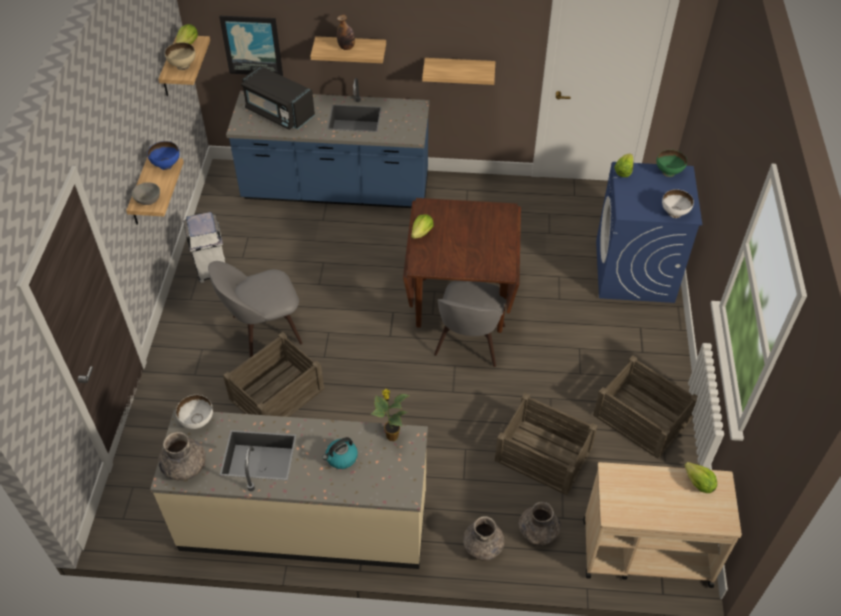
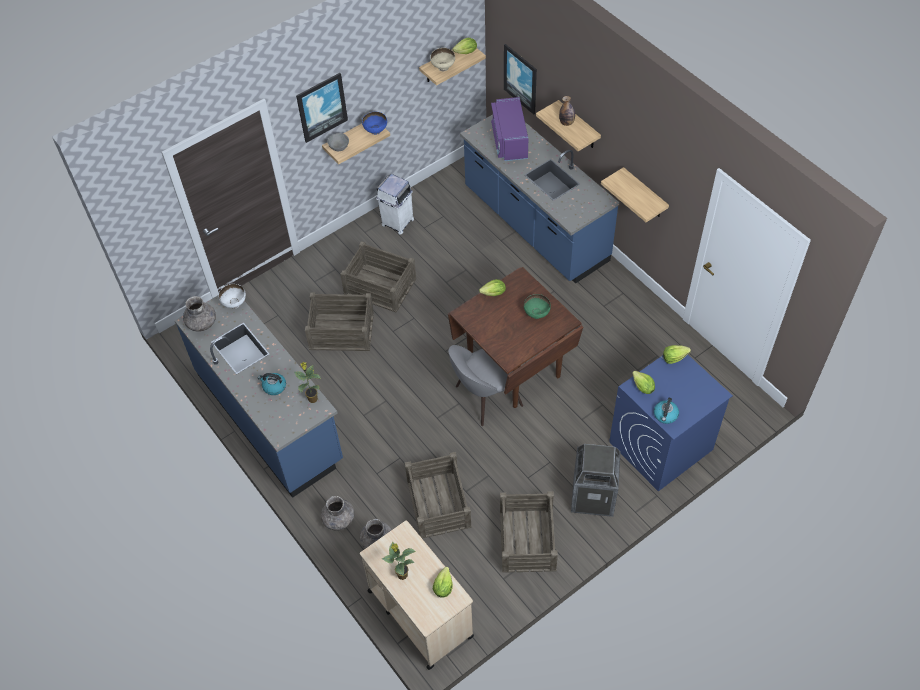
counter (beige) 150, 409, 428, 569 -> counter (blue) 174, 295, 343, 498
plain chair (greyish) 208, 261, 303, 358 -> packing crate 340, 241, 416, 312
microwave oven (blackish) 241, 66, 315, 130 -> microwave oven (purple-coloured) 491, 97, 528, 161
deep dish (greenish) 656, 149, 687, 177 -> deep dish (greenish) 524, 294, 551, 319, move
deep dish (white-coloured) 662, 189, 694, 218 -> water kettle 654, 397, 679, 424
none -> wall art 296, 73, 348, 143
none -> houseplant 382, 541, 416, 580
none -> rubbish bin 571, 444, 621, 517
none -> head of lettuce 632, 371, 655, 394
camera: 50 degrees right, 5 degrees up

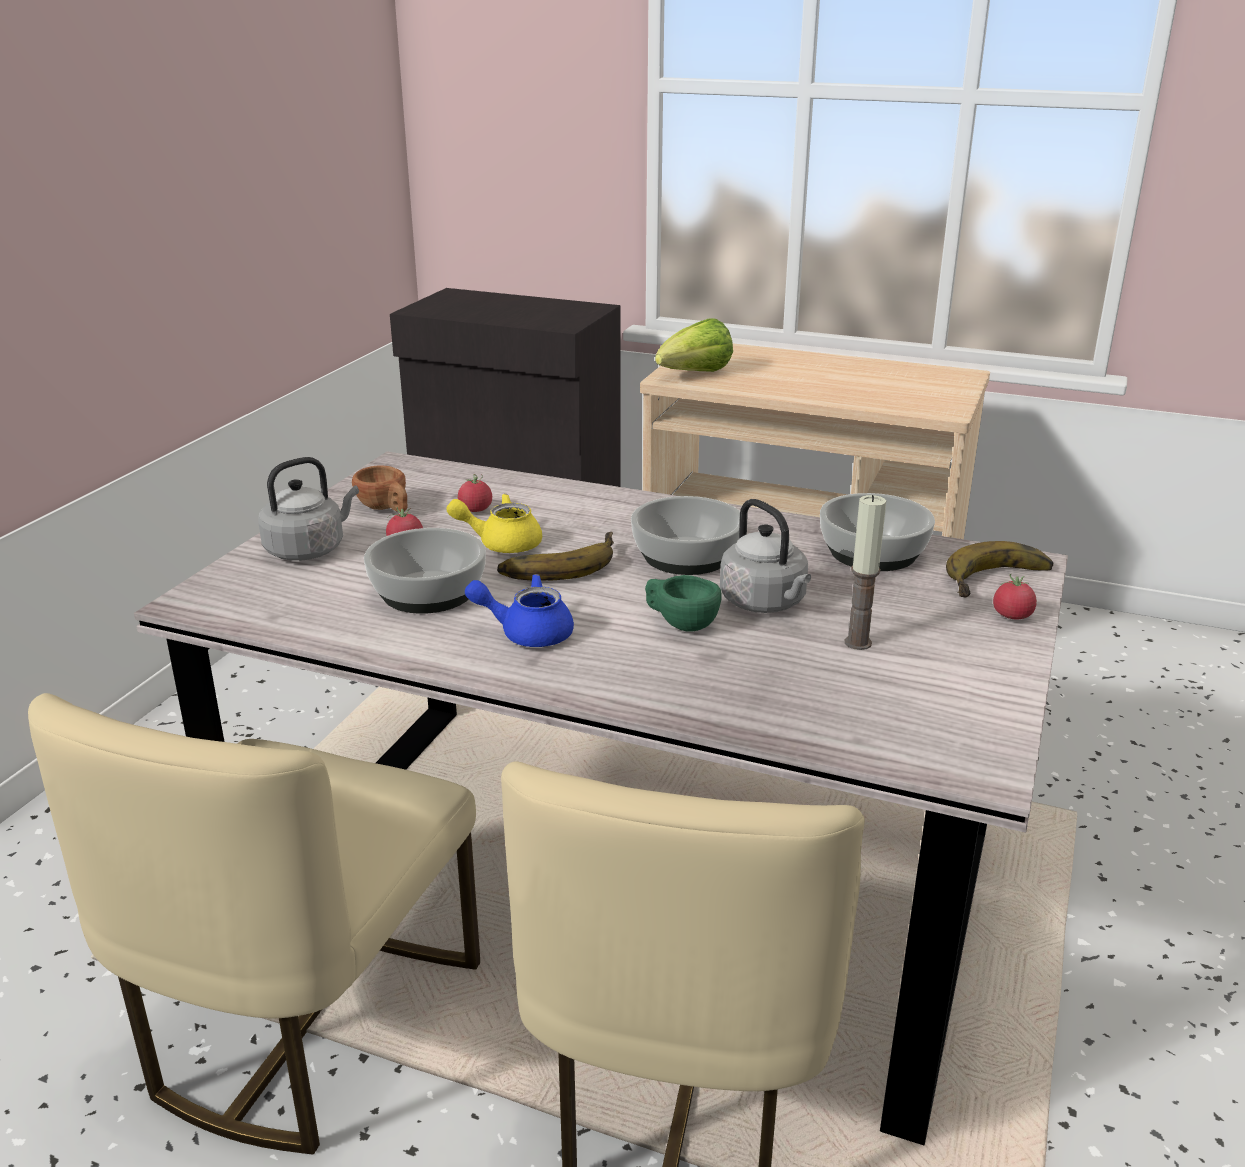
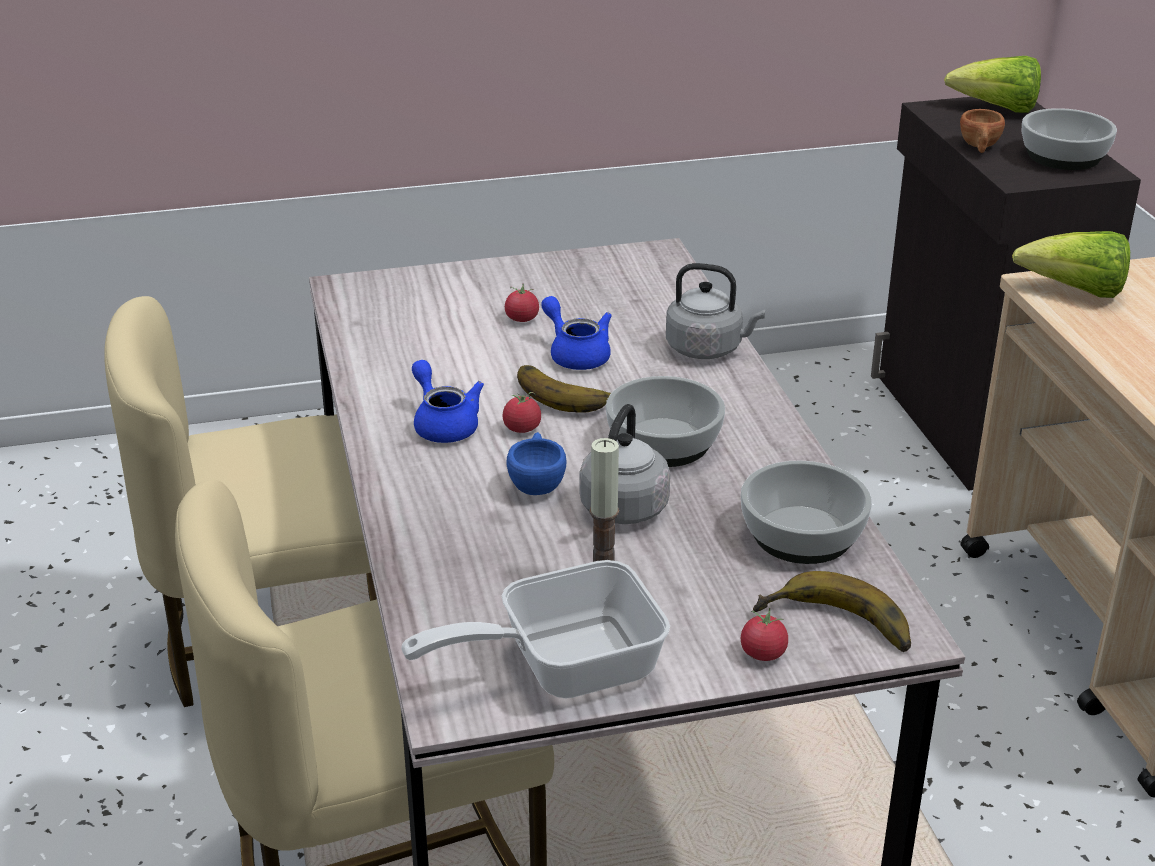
water kettle (greyish) 258, 457, 359, 561 -> water kettle (greyish) 666, 263, 765, 359, move
drinking cup (brown-coloured) 352, 466, 408, 512 -> drinking cup (brown-coloured) 960, 109, 1005, 153, move
deep dish 364, 528, 486, 614 -> deep dish 1021, 108, 1117, 170, move
tea pot (yellowish) 447, 494, 542, 553 -> tea pot (blue) 541, 296, 612, 370
fresh tomato 458, 474, 492, 512 -> fresh tomato 503, 392, 541, 433, move
drinking cup (greenish) 645, 575, 722, 632 -> drinking cup (blue) 506, 432, 567, 495
none -> pan 401, 560, 670, 699
none -> head of lettuce 944, 56, 1041, 113
camera: 55 degrees right, 5 degrees up

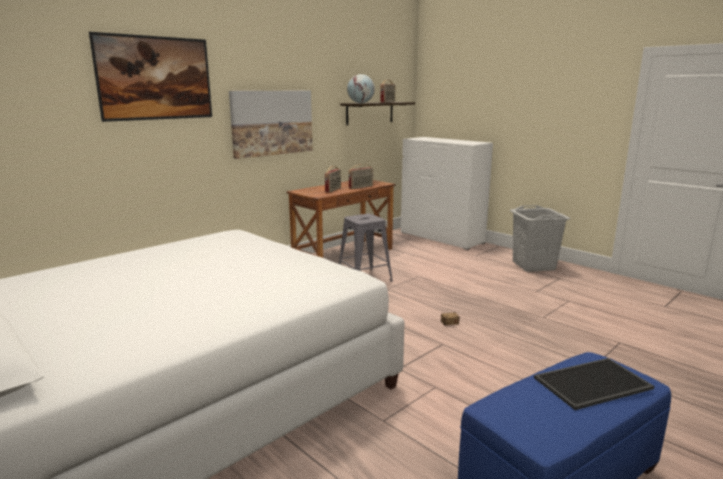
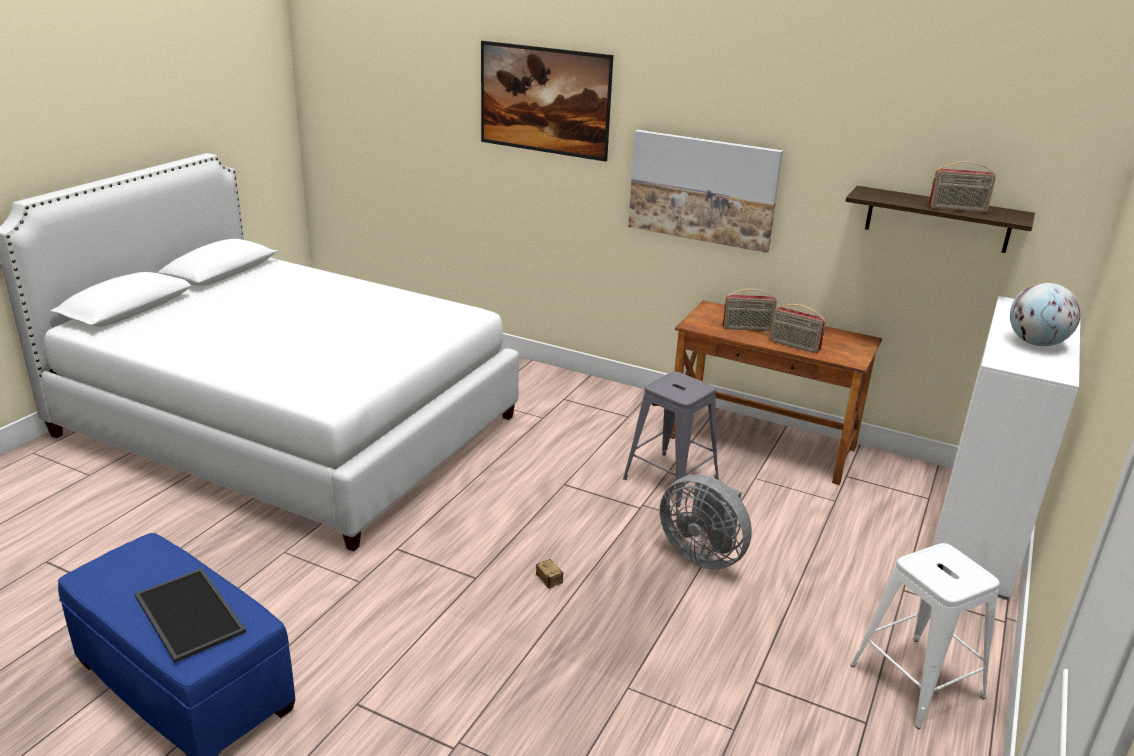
globe 347, 74, 375, 103 -> globe 1010, 283, 1081, 346, move
hamper (greyish) 510, 205, 570, 272 -> stool seat (white-coloured) 851, 543, 1000, 729
none -> cooling fan (greyish) 660, 474, 752, 570
camera: 70 degrees right, 10 degrees up

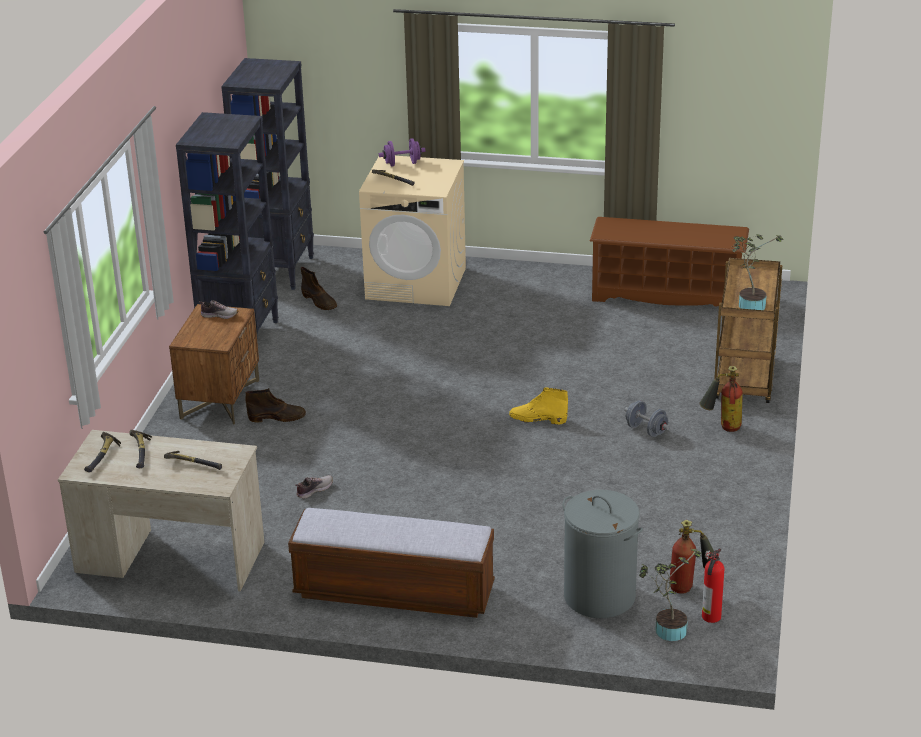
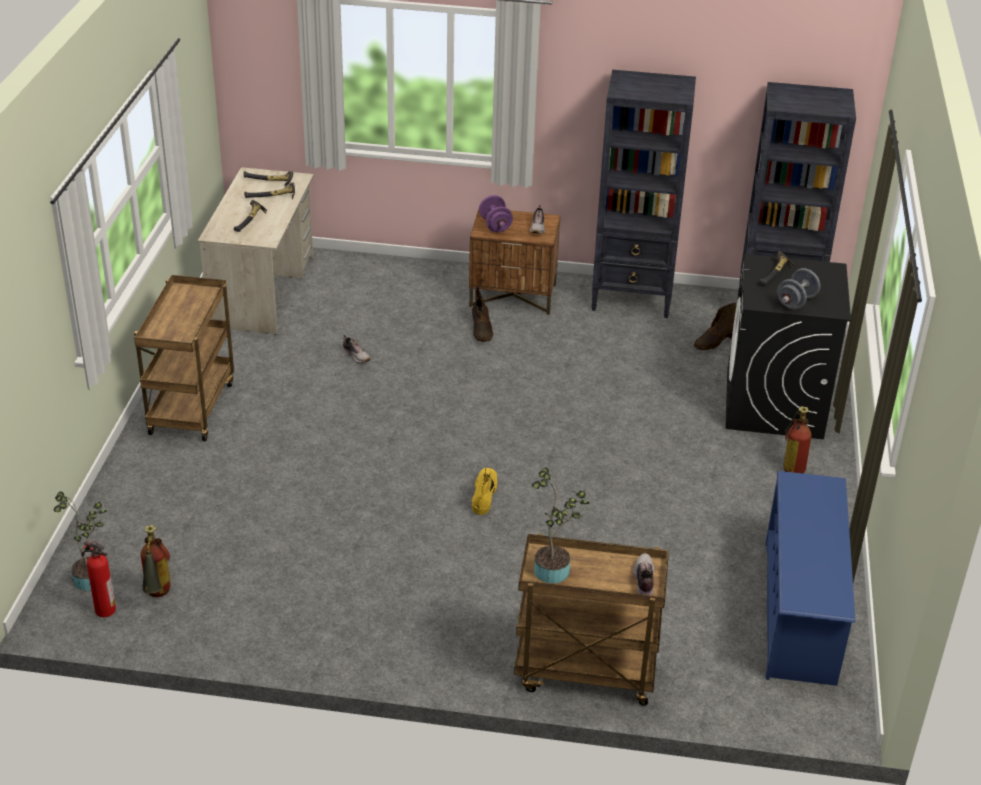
bench 288, 508, 495, 618 -> trolley (brown-coloured) 134, 275, 234, 441
laundry appliance (beige) 359, 156, 466, 306 -> laundry appliance (blackish) 725, 254, 851, 440
free weight (purple-coloured) 379, 138, 425, 167 -> free weight (purple-coloured) 479, 195, 513, 232, move
hamper (greyish) 563, 490, 643, 618 -> none
shoe shelf (brown-coloured) 590, 217, 749, 307 -> shoe shelf (blue) 766, 471, 855, 686
free weight (greyish) 625, 400, 670, 437 -> free weight (greyish) 777, 268, 820, 310, move
fire extinguisher 699, 366, 743, 432 -> fire extinguisher 784, 406, 812, 474, move
none -> shoe 633, 553, 654, 596
camera: 85 degrees right, 5 degrees up

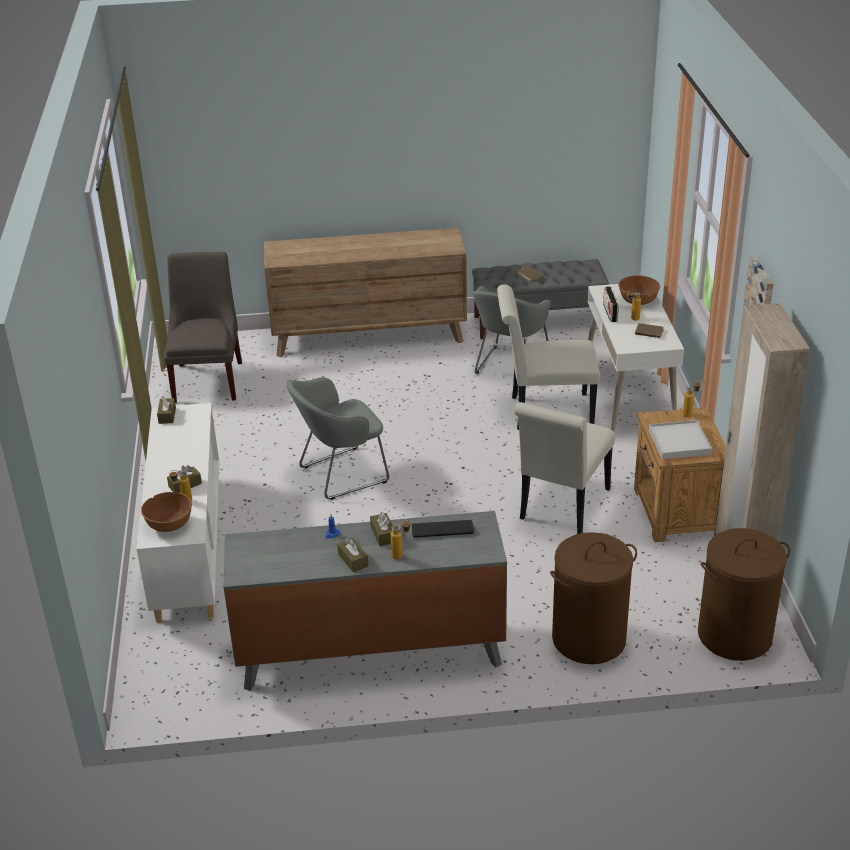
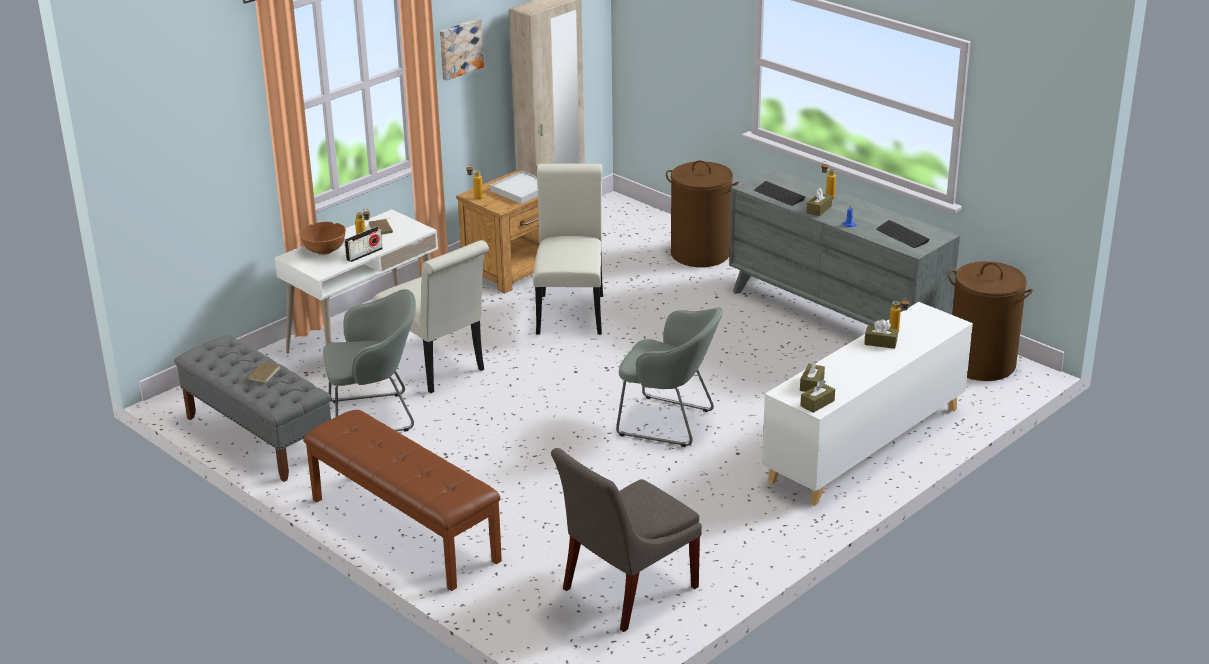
deep dish (brown-coloured) 141, 492, 192, 532 -> none
drawer chest (brown-coloured) 264, 228, 467, 357 -> bench (brown-coloured) 303, 410, 502, 591
tissue holder (brown-coloured) 337, 538, 369, 572 -> tissue holder (brown-coloured) 800, 360, 825, 392, move
plain chair (white-coloured) 514, 402, 615, 534 -> plain chair (white-coloured) 533, 164, 603, 335, 75 degrees counterclockwise
hamper (brown-coloured) 698, 528, 790, 661 -> hamper (brown-coloured) 948, 261, 1033, 381, move
none -> PC keyboard 876, 220, 930, 248
camera: 130 degrees left, 5 degrees down

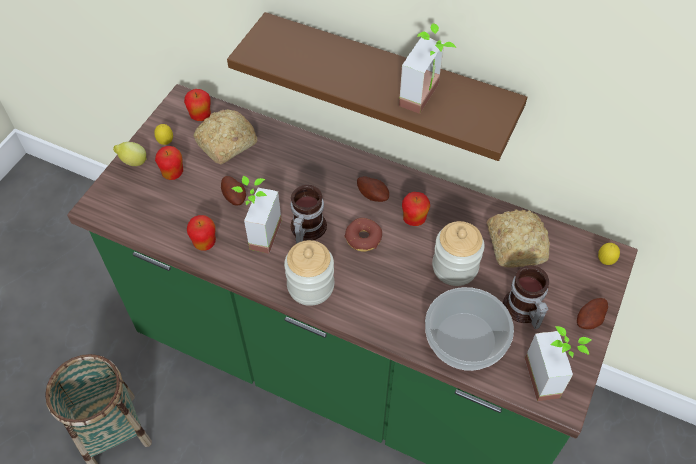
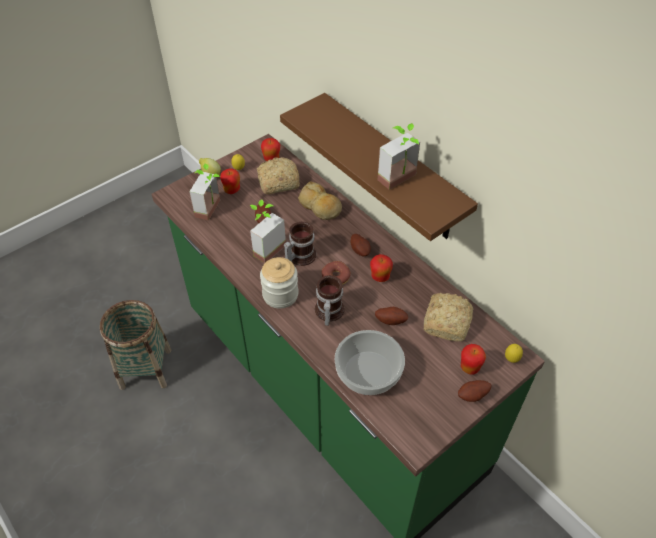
apple 187, 215, 216, 251 -> apple 461, 344, 486, 375, move
storage jar 432, 221, 485, 286 -> potato 375, 307, 408, 325
coffee mug 503, 265, 549, 329 -> coffee mug 315, 275, 345, 326, move
houseplant 525, 326, 591, 401 -> houseplant 189, 164, 220, 220, move
none -> bakery bread 298, 182, 342, 220
camera: 25 degrees right, 5 degrees down

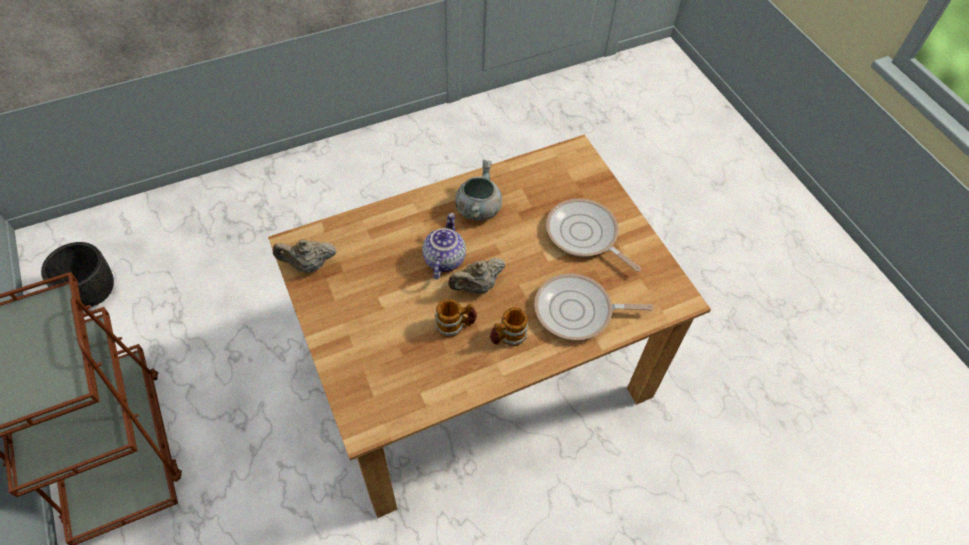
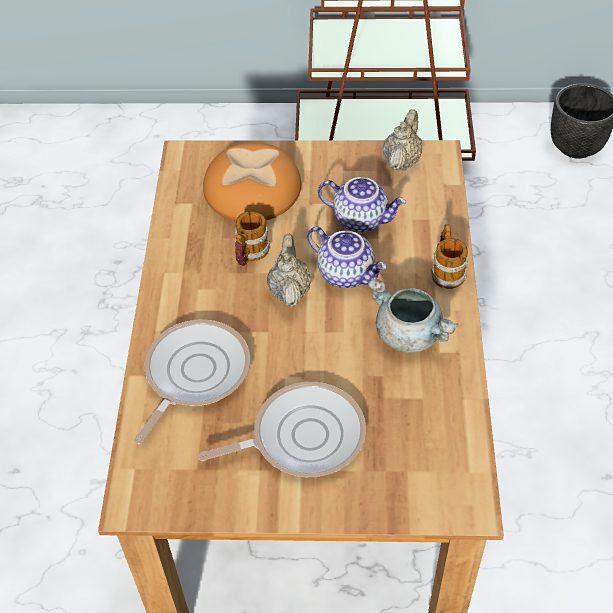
coffee mug 490, 307, 528, 346 -> coffee mug 431, 224, 468, 289, move
none -> bakery bread 203, 142, 301, 221
none -> tea pot 318, 177, 406, 232
camera: 120 degrees right, 5 degrees down

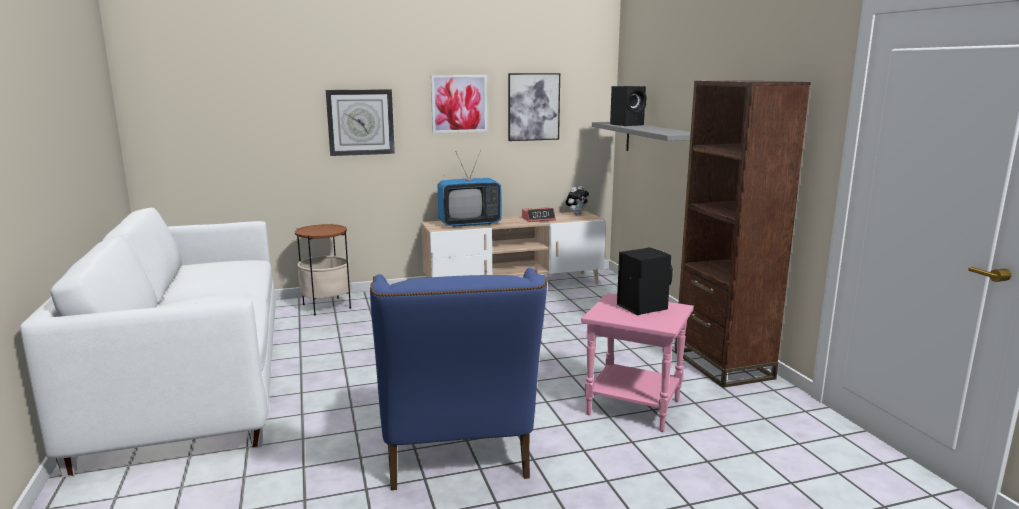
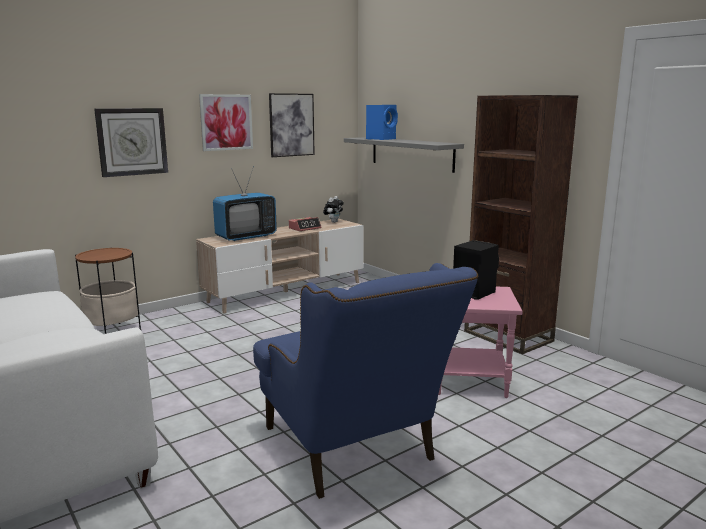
audio speaker (blackish) 610, 86, 647, 126 -> audio speaker (blue) 366, 105, 398, 140
camera: 20 degrees left, 0 degrees up

